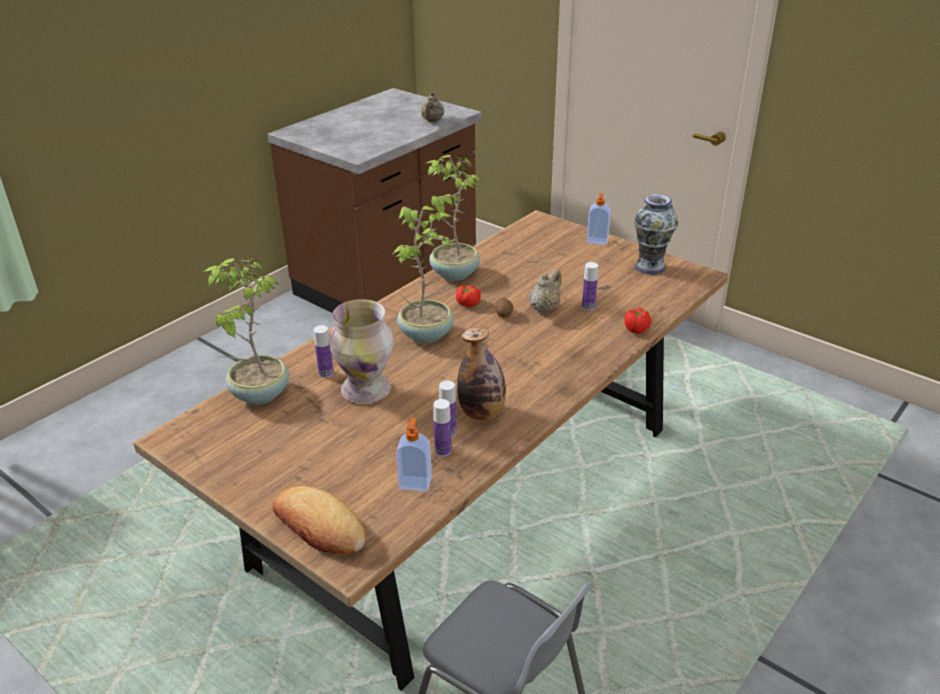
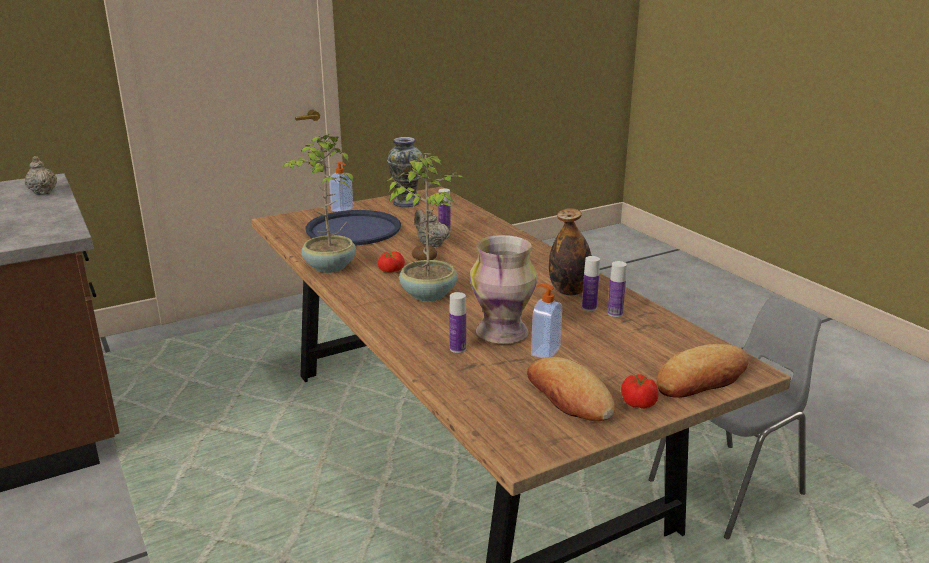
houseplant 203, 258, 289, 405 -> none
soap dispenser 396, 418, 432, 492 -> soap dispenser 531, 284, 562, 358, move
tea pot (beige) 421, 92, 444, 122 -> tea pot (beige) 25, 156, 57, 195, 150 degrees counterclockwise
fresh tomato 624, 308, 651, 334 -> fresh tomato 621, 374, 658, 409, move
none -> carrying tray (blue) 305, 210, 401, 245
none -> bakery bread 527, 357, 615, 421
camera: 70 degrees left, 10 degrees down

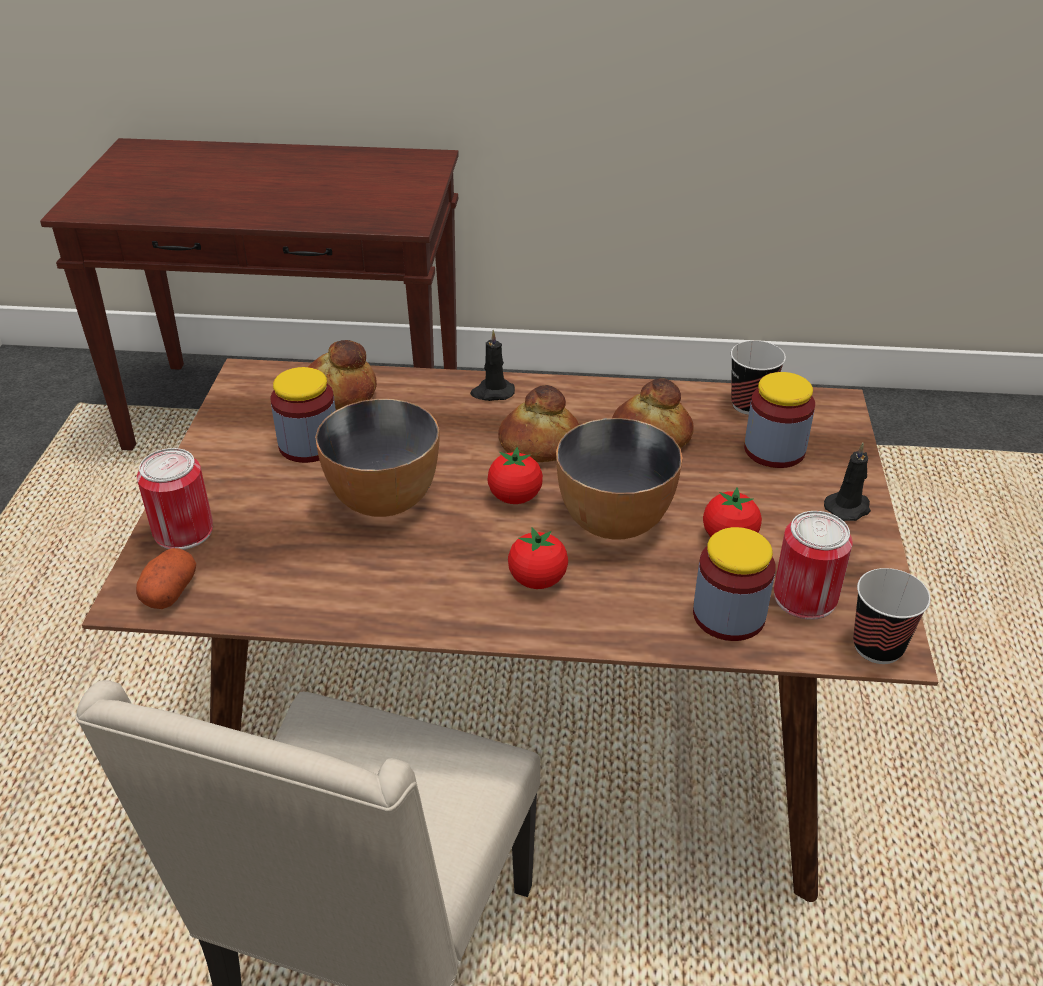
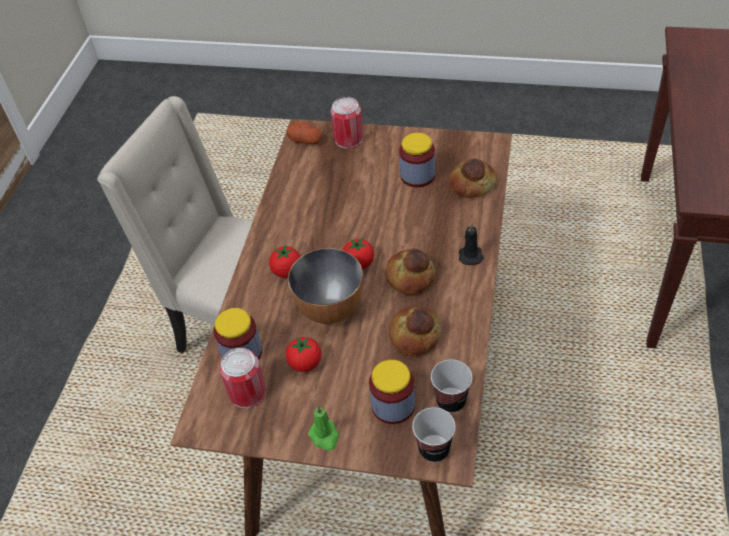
deep dish 315, 399, 439, 517 -> none
candle (blackish) 824, 443, 871, 521 -> candle (greenish) 308, 406, 339, 451
drinking cup 853, 568, 931, 664 -> drinking cup 412, 407, 456, 462, move
camera: 100 degrees right, 10 degrees up

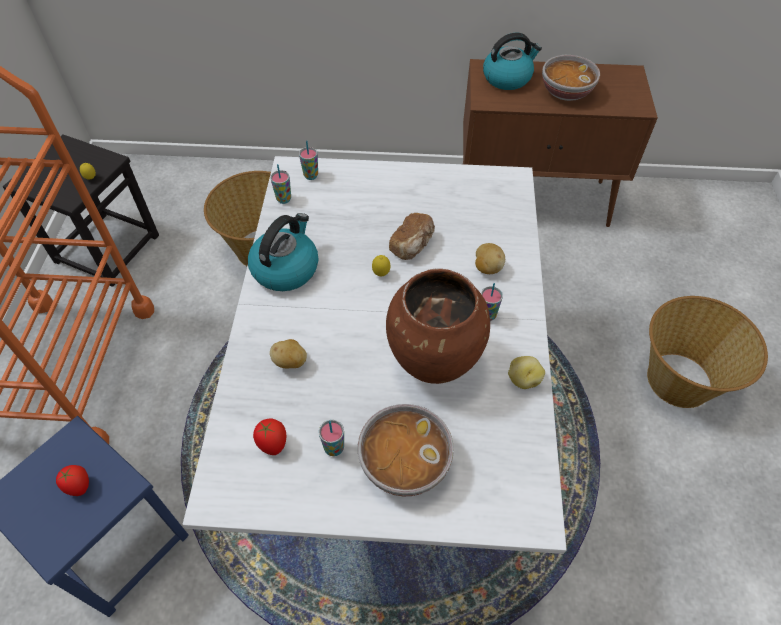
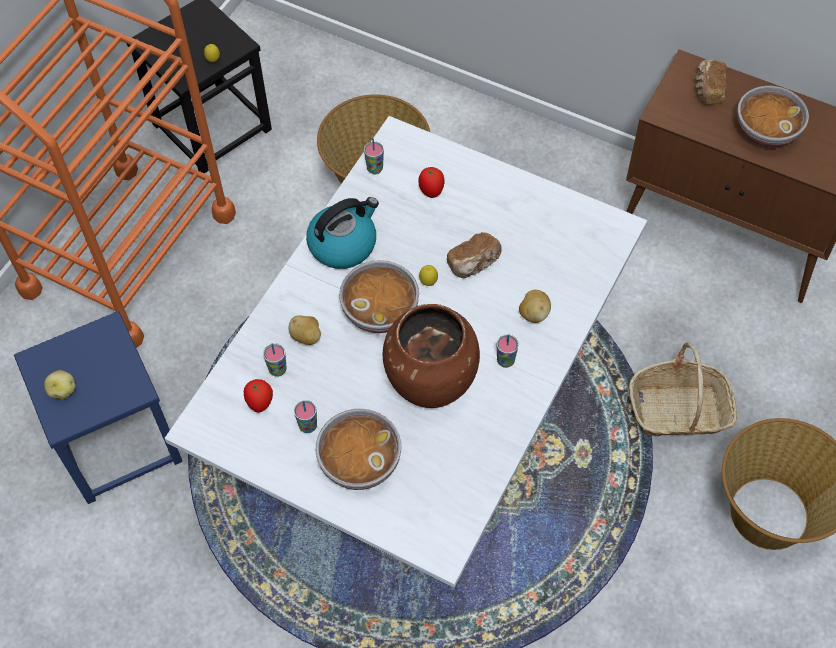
fresh tomato 56, 465, 89, 496 -> fresh tomato 418, 167, 445, 198, move
drinking cup 299, 141, 318, 180 -> drinking cup 263, 343, 287, 377, move
water kettle 483, 32, 542, 90 -> bakery bread 695, 59, 727, 105
potato 508, 356, 545, 389 -> potato 44, 370, 75, 399, move
none -> deep dish 339, 260, 419, 333
none -> storage basket 629, 342, 738, 436
camera: 25 degrees right, 5 degrees up

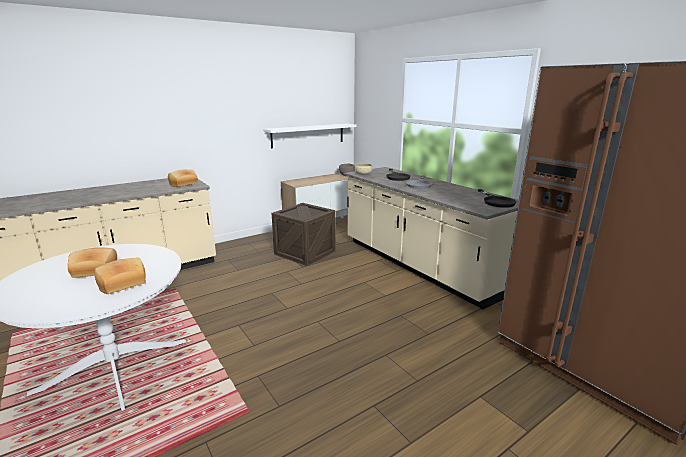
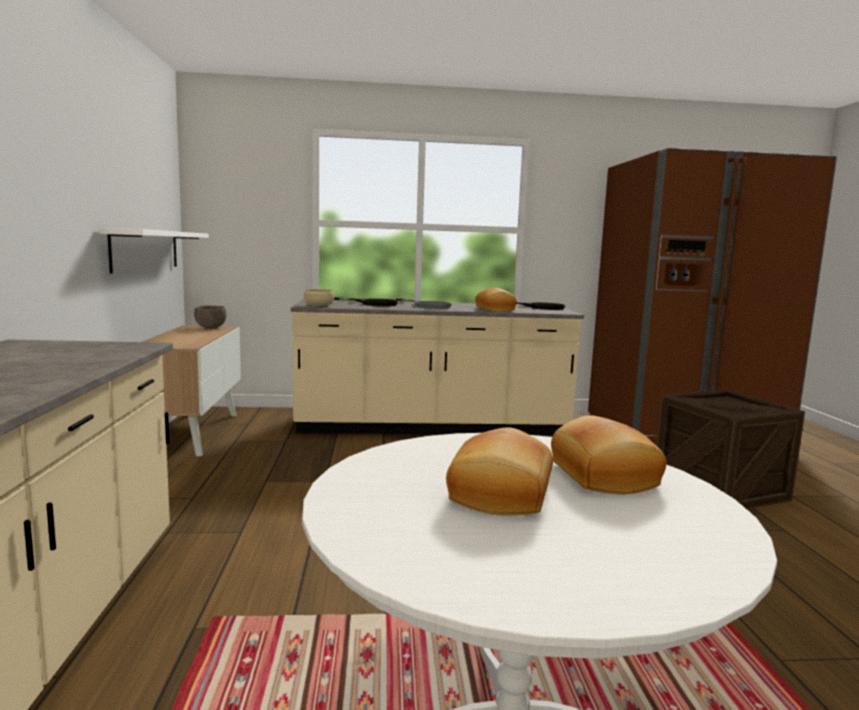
bakery bread 168, 169, 198, 187 -> bakery bread 475, 288, 517, 312, move
packing crate 272, 203, 336, 266 -> packing crate 656, 390, 805, 509, move
camera: 60 degrees left, 10 degrees down

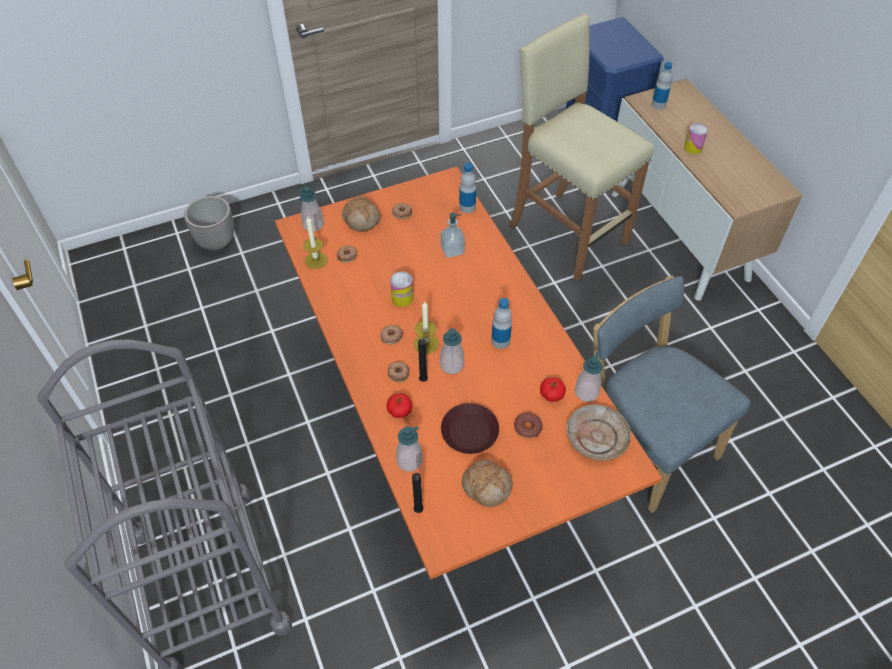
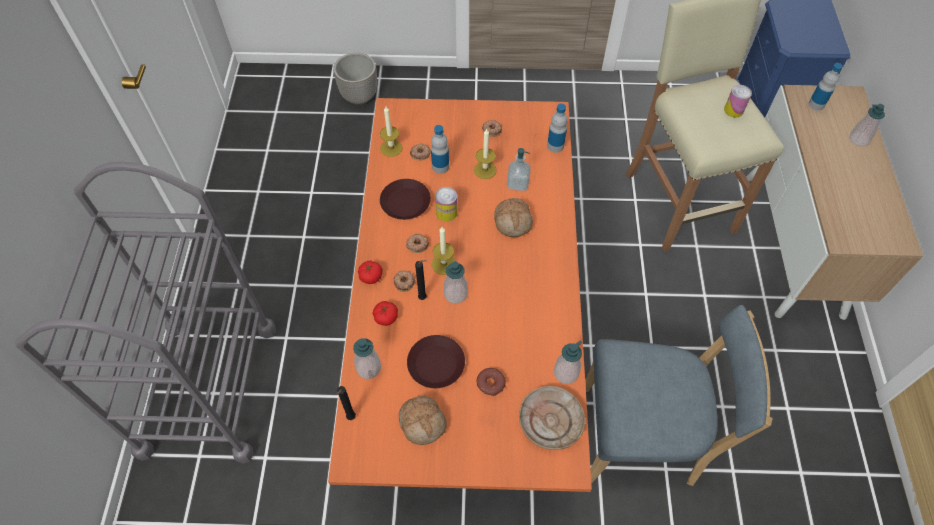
soap dispenser 298, 186, 324, 232 -> soap dispenser 849, 104, 885, 146, move
bakery bread 342, 197, 380, 232 -> bakery bread 494, 198, 533, 237, move
beverage bottle 491, 298, 512, 349 -> beverage bottle 431, 125, 449, 174, move
fresh tomato 540, 378, 566, 402 -> fresh tomato 358, 261, 383, 284, move
plain chair (blue) 593, 276, 751, 513 -> plain chair (blue) 585, 305, 773, 486, 105 degrees clockwise
can 684, 123, 708, 154 -> can 724, 85, 752, 117, move
none -> flat dish (brown-coloured) 380, 179, 431, 220
none -> candle 474, 128, 497, 179
camera: 25 degrees right, 5 degrees up

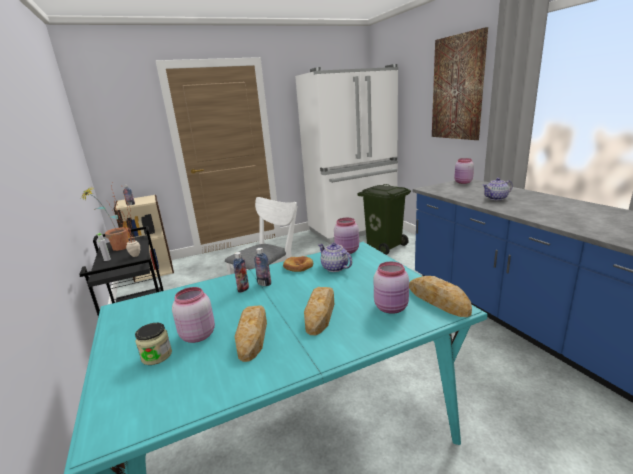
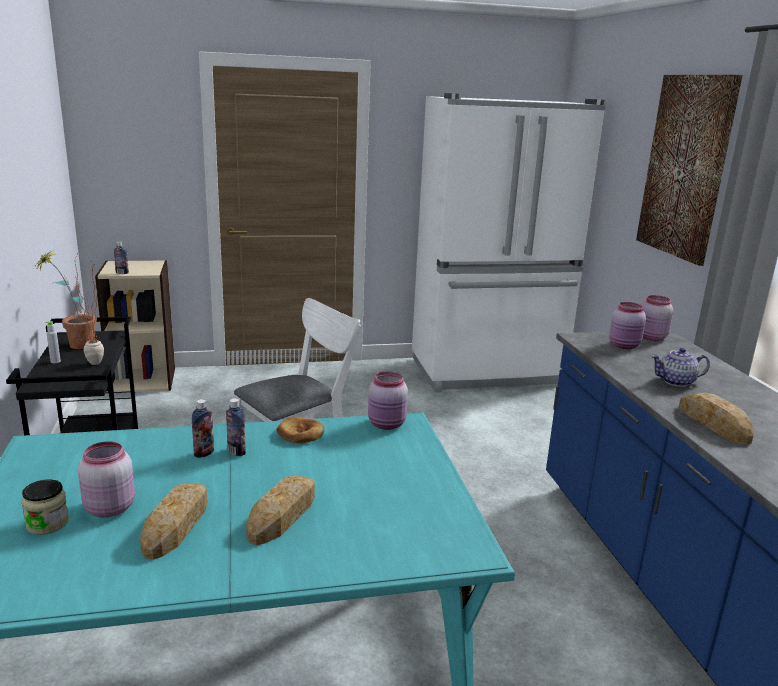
tea pot 318, 243, 352, 272 -> none
rubbish bin (greenish) 357, 184, 411, 255 -> none
storage jar (pinkish) 373, 262, 409, 314 -> storage jar (pinkish) 609, 302, 646, 349, move
bakery bread 409, 276, 472, 317 -> bakery bread 679, 393, 754, 445, move
camera: 10 degrees right, 0 degrees up

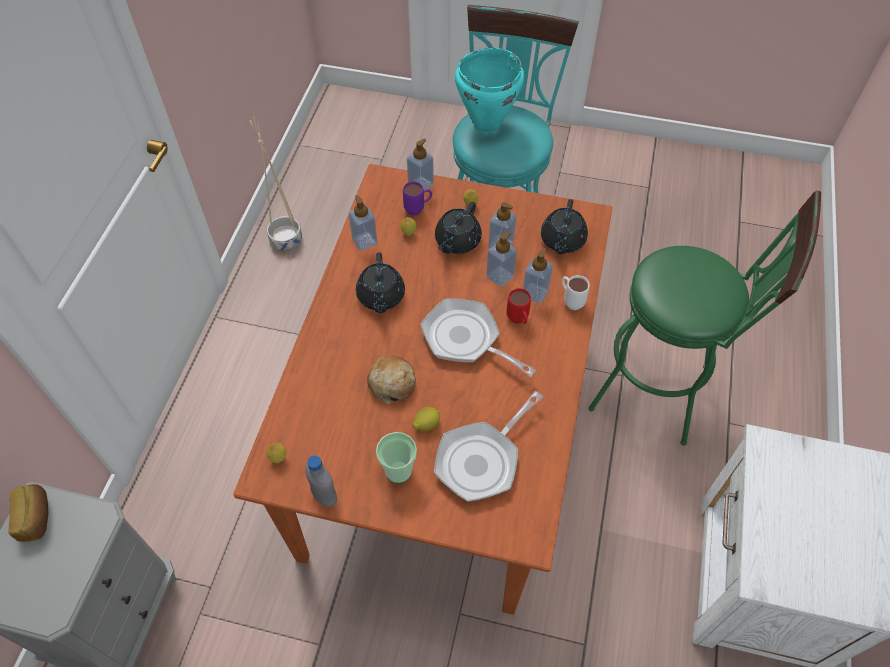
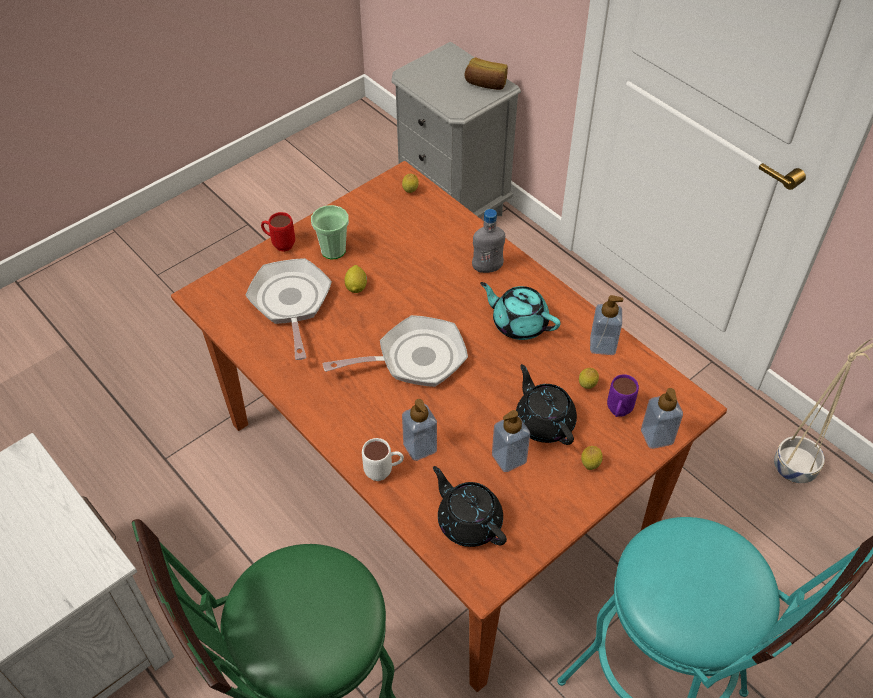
beverage bottle (greyish) 305, 455, 337, 507 -> beverage bottle (greyish) 472, 209, 505, 273, move
tea pot (blackish) 356, 252, 405, 313 -> tea pot (blue-green) 480, 282, 561, 340
bakery bread 367, 355, 416, 404 -> none
stockpot (blue-green) 455, 48, 524, 133 -> none
soap dispenser 486, 231, 517, 287 -> none
coffee mug (red) 507, 288, 531, 324 -> coffee mug (red) 261, 212, 295, 252, move
camera: 125 degrees right, 5 degrees down

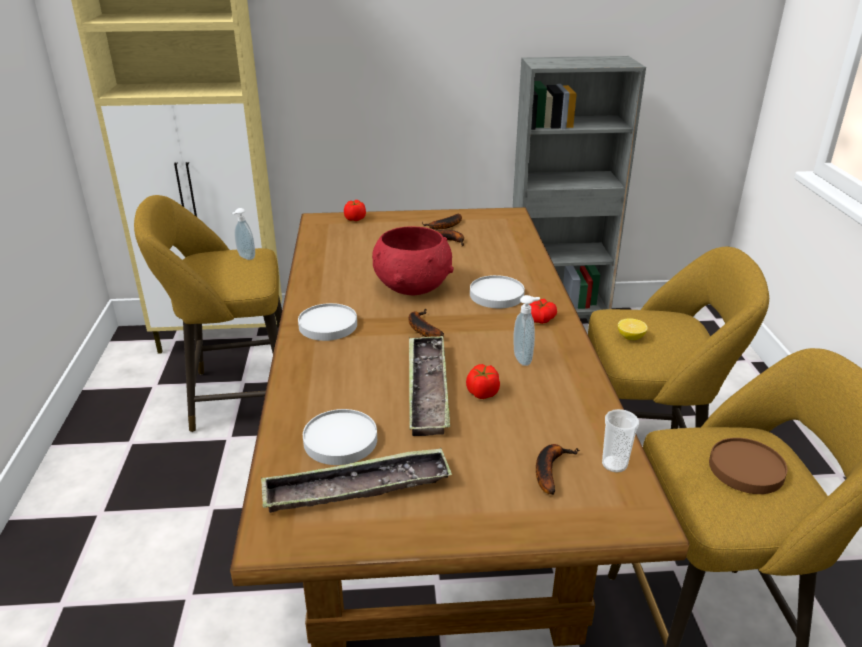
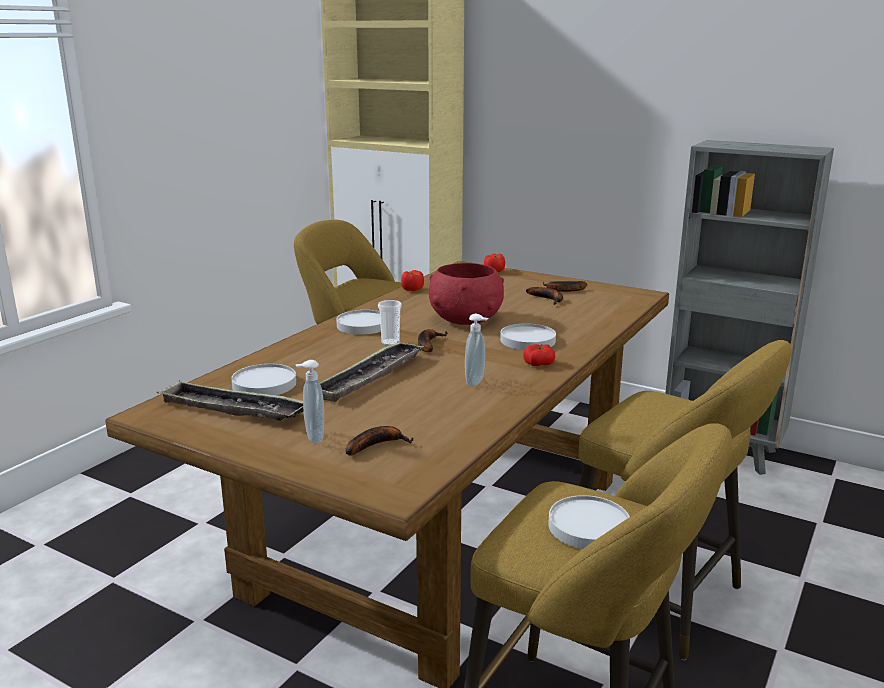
soap dispenser 232, 208, 255, 260 -> soap dispenser 295, 360, 324, 443, move
fresh tomato 466, 364, 500, 399 -> fresh tomato 401, 270, 424, 291, move
drinking cup 602, 409, 639, 473 -> drinking cup 378, 300, 402, 346, move
citrus fruit 618, 318, 648, 340 -> none
flat dish (brown-coloured) 709, 438, 788, 494 -> flat dish (white-coloured) 548, 495, 630, 549
camera: 35 degrees right, 10 degrees down

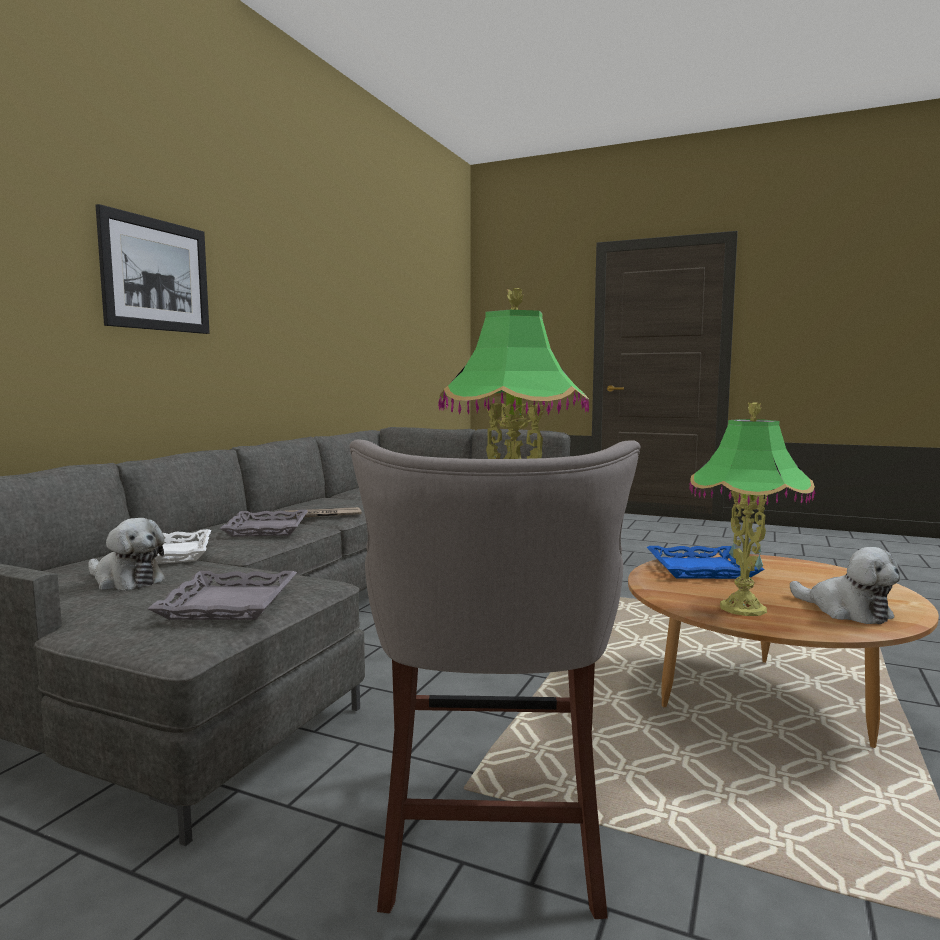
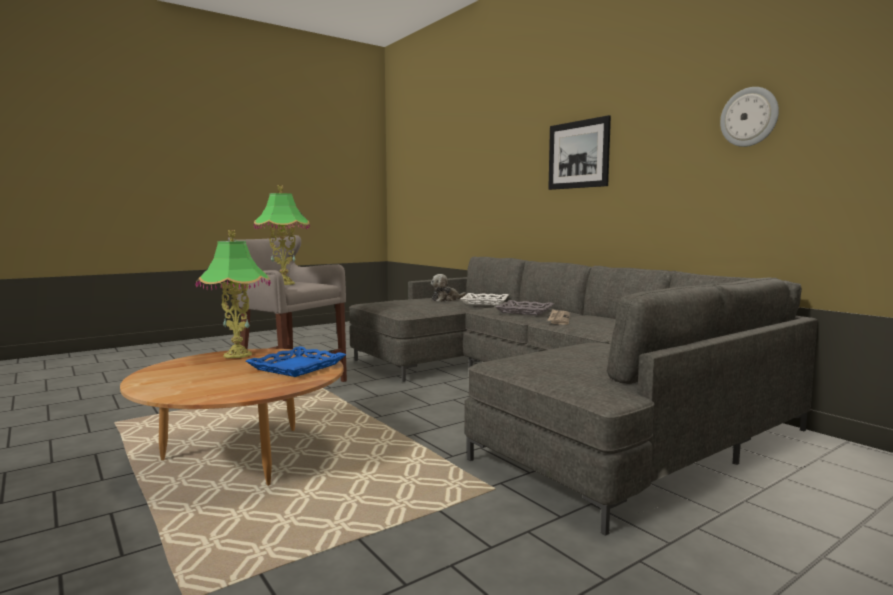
carrying tray (greyish) 147, 571, 297, 620 -> none
cuddly toy 790, 547, 900, 624 -> none
none -> clock on the wall 720, 87, 779, 147
camera: 120 degrees right, 0 degrees up

